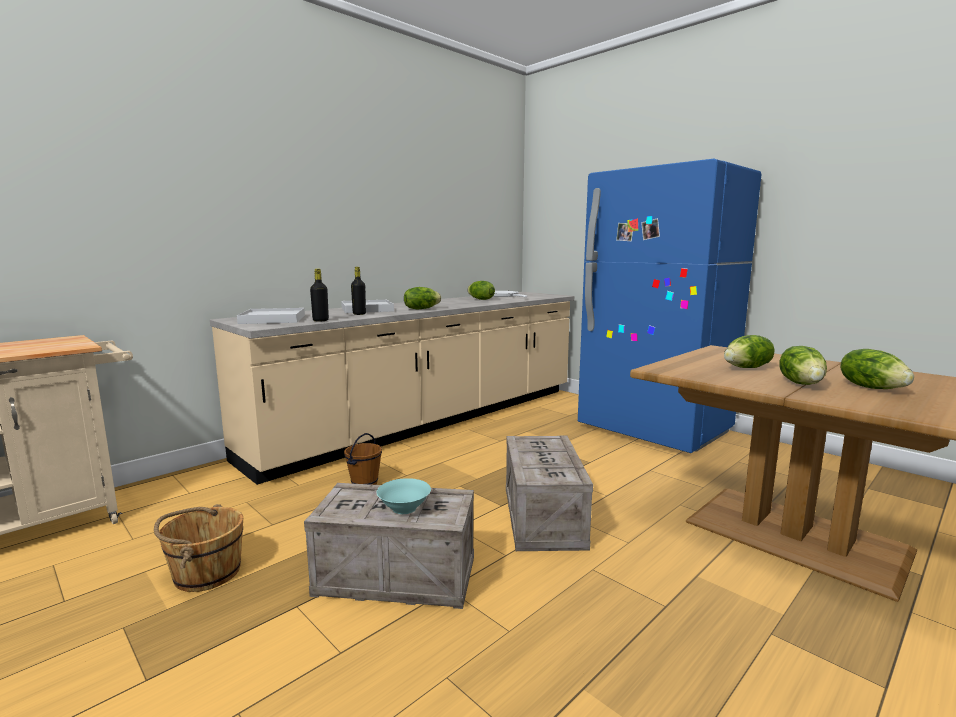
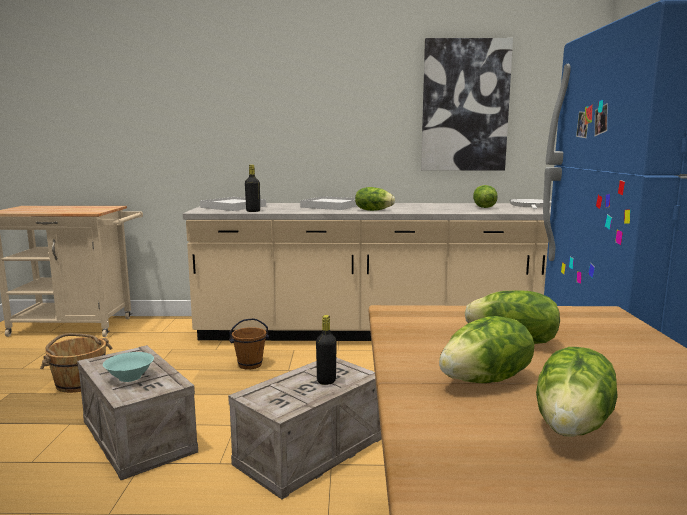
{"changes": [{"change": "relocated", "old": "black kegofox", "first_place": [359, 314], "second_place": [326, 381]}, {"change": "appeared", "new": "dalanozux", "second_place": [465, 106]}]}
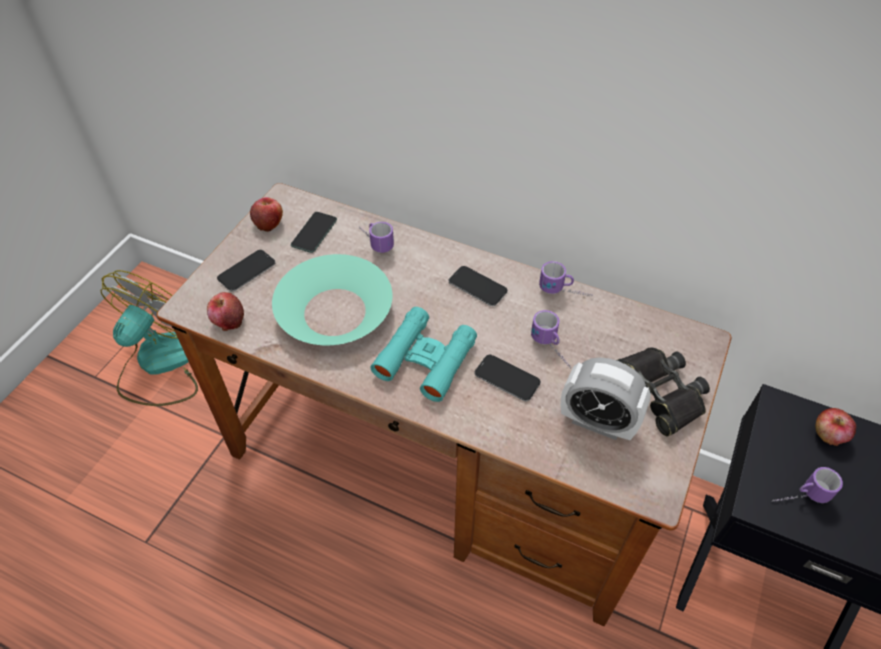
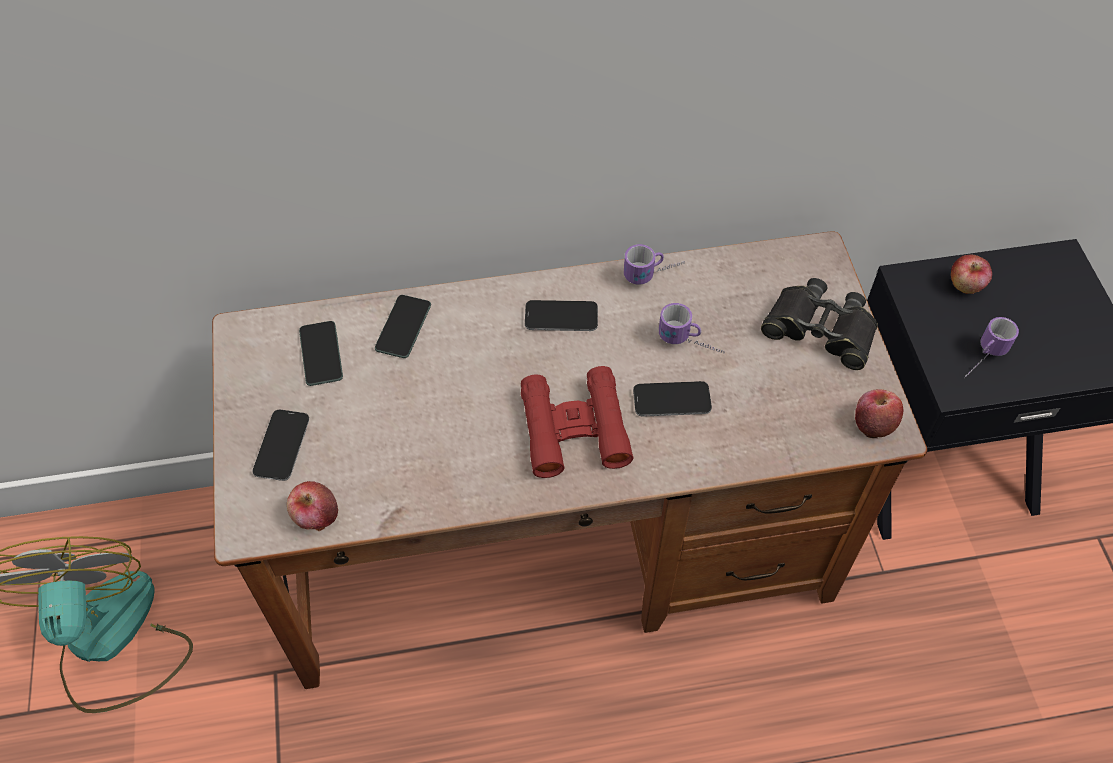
{"changes": [{"change": "exchanged", "old": "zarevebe", "new": "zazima", "first_place": [374, 242], "second_place": [403, 327]}, {"change": "colour", "old": "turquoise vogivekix", "new": "red vogivekix", "first_place": [425, 359], "second_place": [574, 428]}, {"change": "relocated", "old": "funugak", "first_place": [269, 223], "second_place": [873, 423]}, {"change": "missing", "old": "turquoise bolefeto", "first_place": [335, 311]}, {"change": "missing", "old": "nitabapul", "first_place": [597, 422]}]}
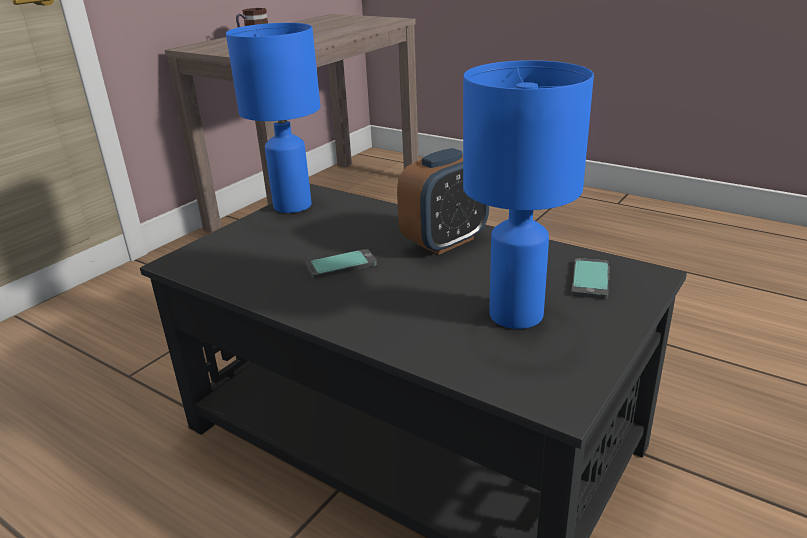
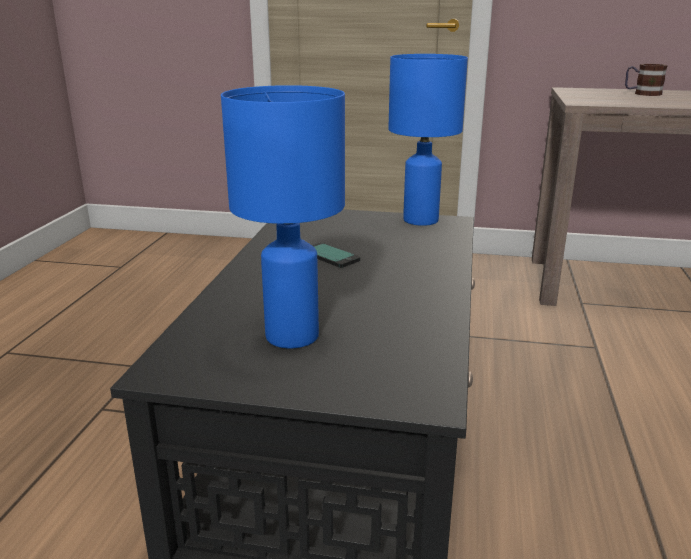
{"changes": [{"change": "missing", "old": "nitabapul", "first_place": [445, 241]}, {"change": "missing", "old": "zazima", "first_place": [590, 279]}]}
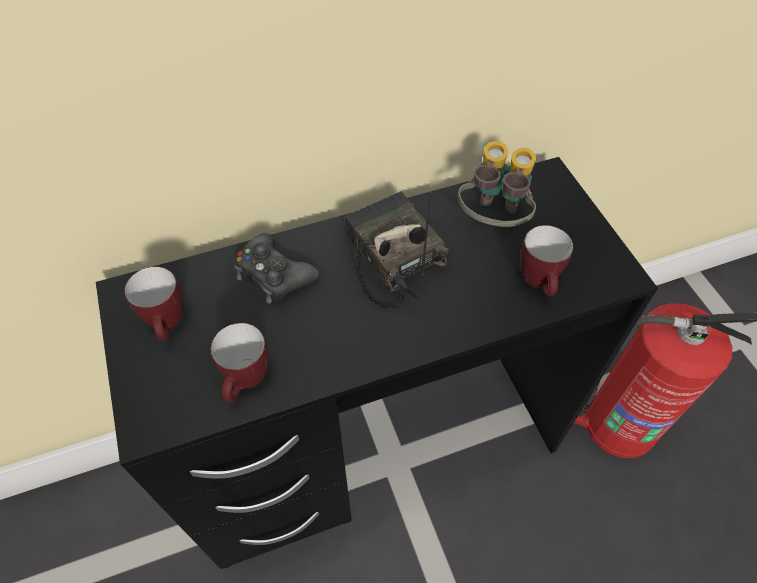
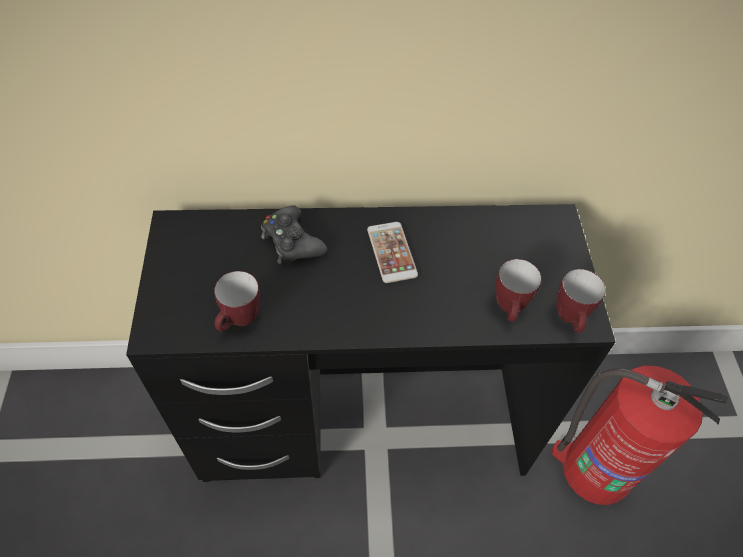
{"changes": [{"change": "exchanged", "old": "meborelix", "new": "zazima", "first_place": [390, 256], "second_place": [392, 252]}, {"change": "relocated", "old": "zarevebe", "first_place": [169, 326], "second_place": [570, 320]}, {"change": "missing", "old": "vogivekix", "first_place": [493, 220]}]}
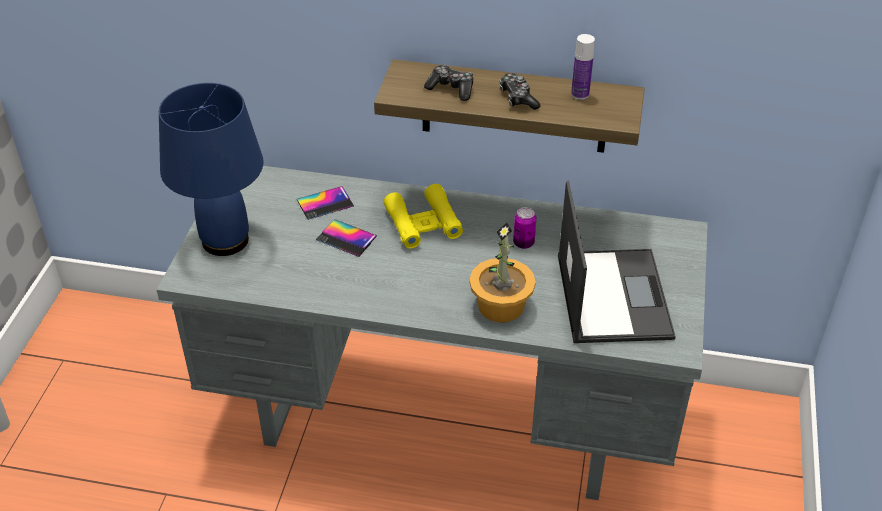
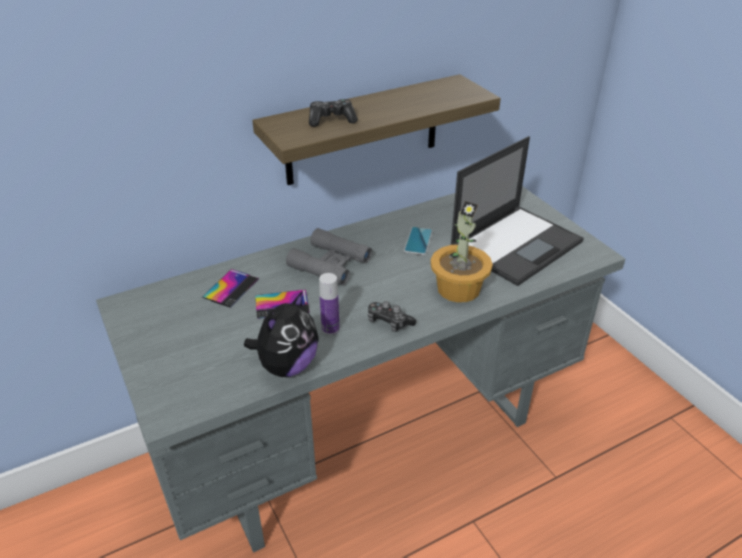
{"changes": [{"change": "appeared", "new": "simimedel", "second_place": [287, 365]}, {"change": "colour", "old": "yellow vogivekix", "new": "grey vogivekix", "first_place": [423, 223], "second_place": [330, 264]}, {"change": "relocated", "old": "kegofox", "first_place": [580, 94], "second_place": [330, 328]}, {"change": "relocated", "old": "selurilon", "first_place": [518, 98], "second_place": [389, 322]}, {"change": "exchanged", "old": "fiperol", "new": "zazima", "first_place": [523, 243], "second_place": [418, 241]}, {"change": "spun", "old": "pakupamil", "first_place": [612, 295], "second_place": [516, 243], "degrees": 90}, {"change": "missing", "old": "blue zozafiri", "first_place": [224, 241]}]}
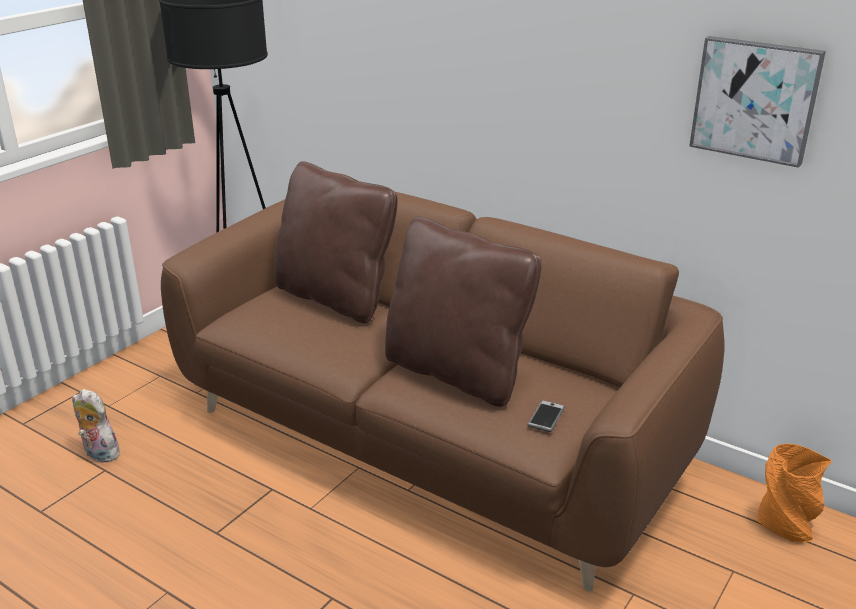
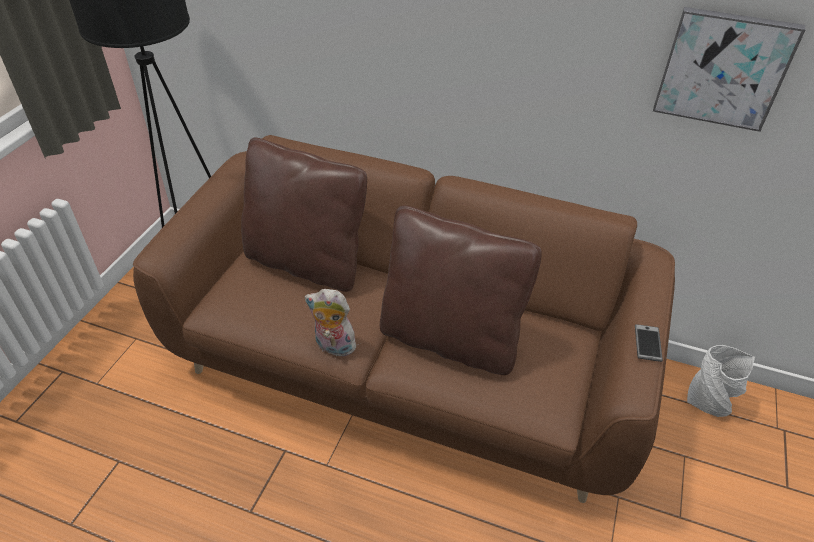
{"changes": [{"change": "relocated", "old": "simimedel", "first_place": [99, 454], "second_place": [333, 347]}, {"change": "relocated", "old": "zazima", "first_place": [546, 417], "second_place": [648, 343]}, {"change": "colour", "old": "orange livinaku", "new": "grey livinaku", "first_place": [786, 526], "second_place": [709, 402]}]}
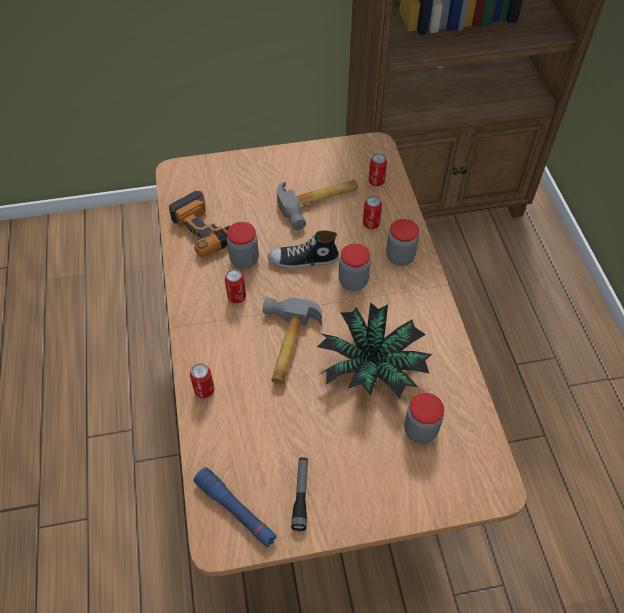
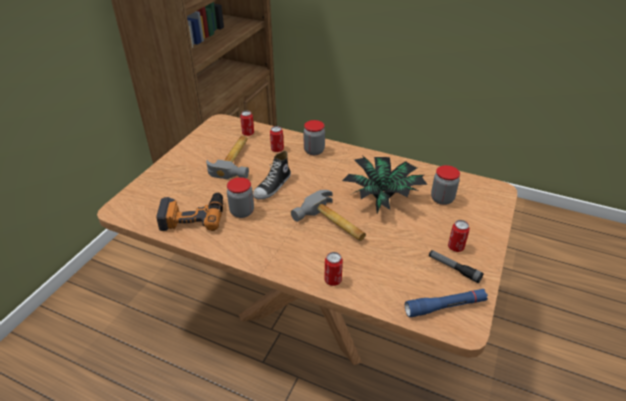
{"changes": [{"change": "relocated", "old": "fiperol", "first_place": [237, 297], "second_place": [455, 247]}, {"change": "missing", "old": "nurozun", "first_place": [353, 281]}]}
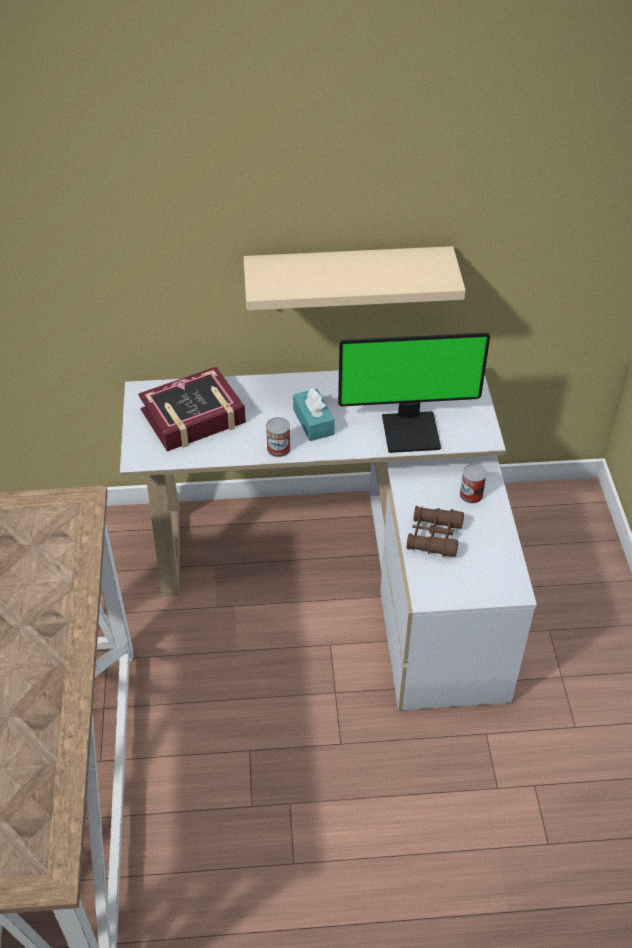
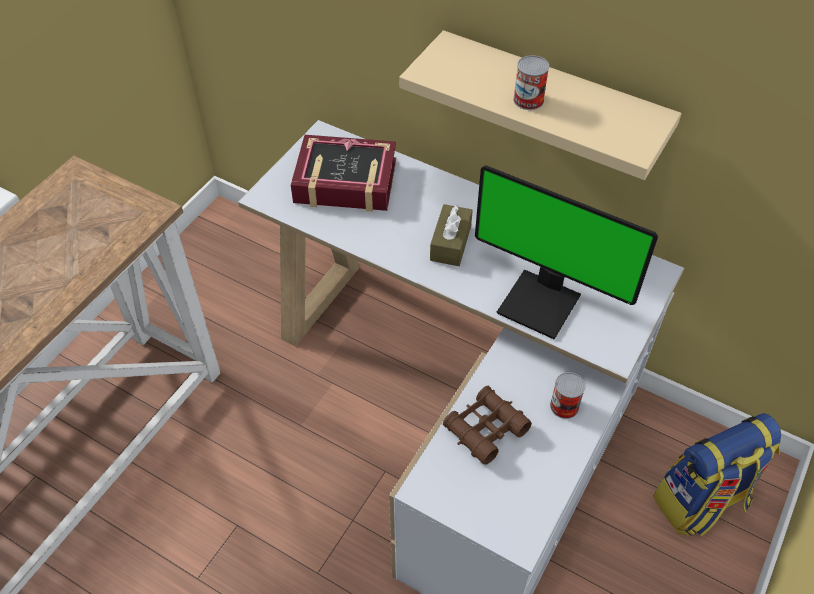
{"changes": [{"change": "colour", "old": "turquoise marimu", "new": "brown marimu", "first_place": [313, 422], "second_place": [450, 243]}, {"change": "relocated", "old": "fiperol", "first_place": [278, 448], "second_place": [528, 100]}, {"change": "appeared", "new": "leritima", "second_place": [701, 502]}]}
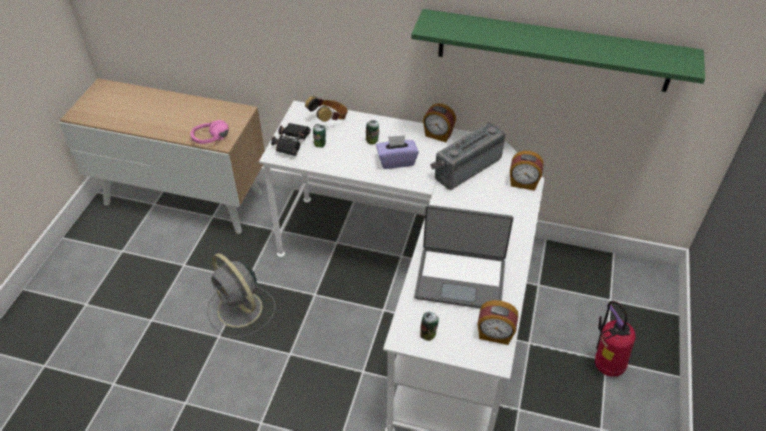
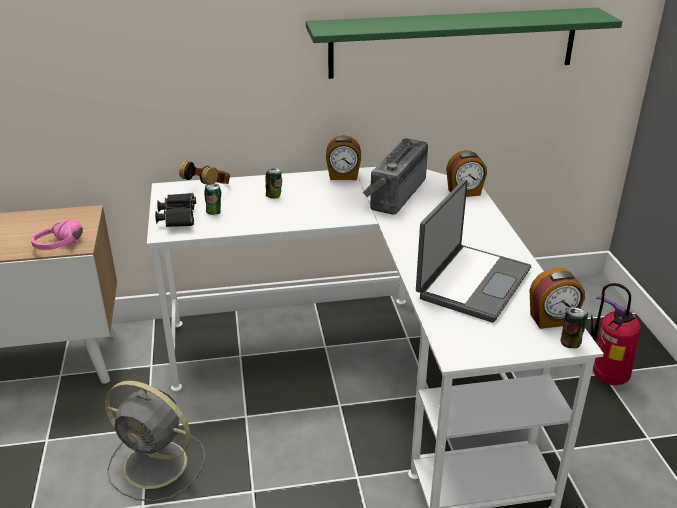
{"changes": [{"change": "spun", "old": "pakupamil", "first_place": [460, 278], "second_place": [471, 283], "degrees": -45}, {"change": "relocated", "old": "fiperol", "first_place": [428, 334], "second_place": [570, 343]}, {"change": "missing", "old": "purple marimu", "first_place": [396, 161]}]}
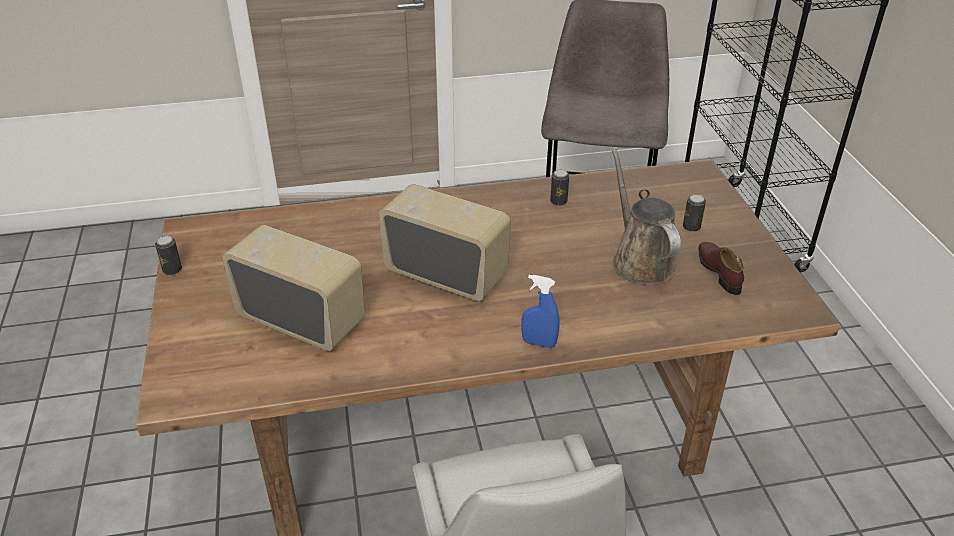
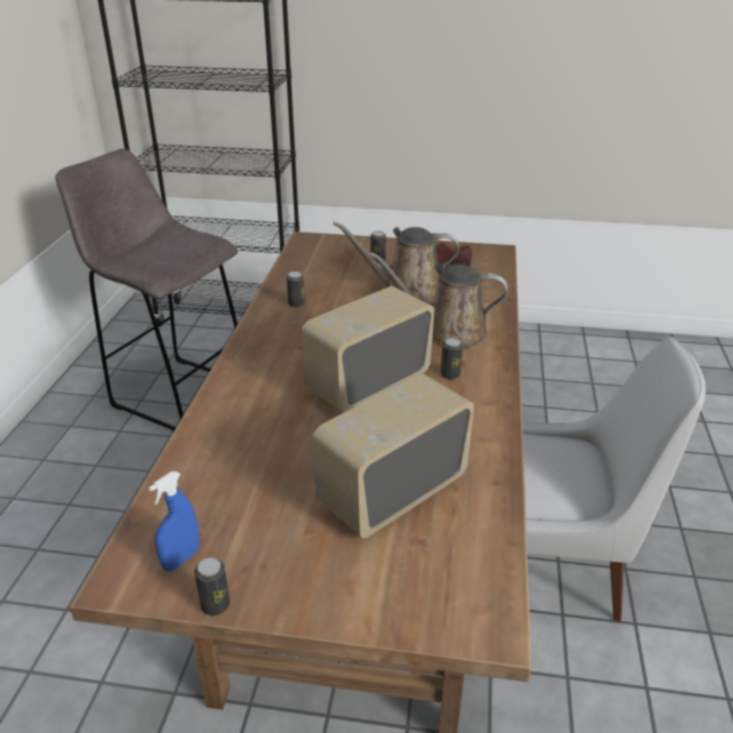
{"changes": [{"change": "relocated", "old": "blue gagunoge", "first_place": [539, 343], "second_place": [181, 559]}, {"change": "appeared", "new": "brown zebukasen", "second_place": [448, 331]}, {"change": "appeared", "new": "fiperol", "second_place": [450, 374]}]}
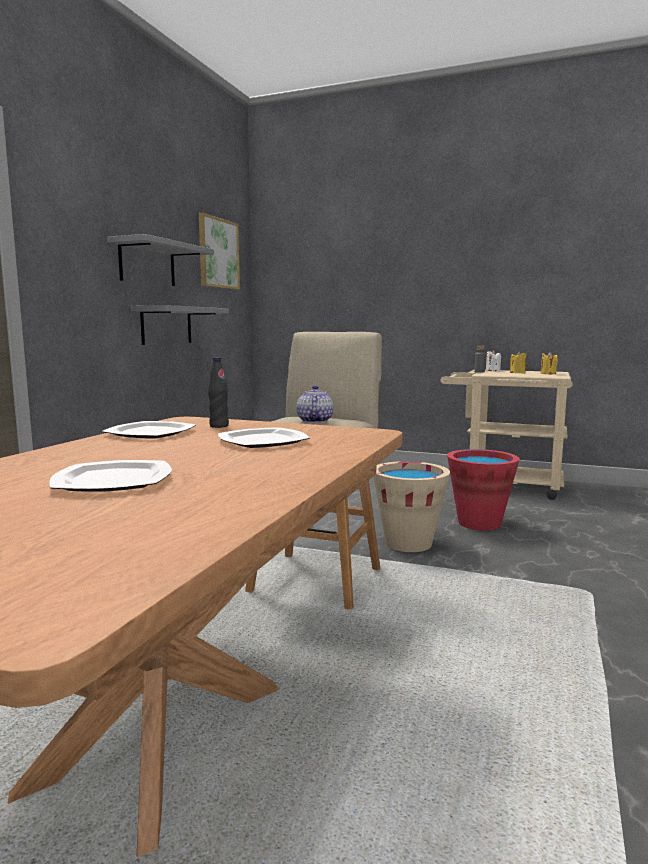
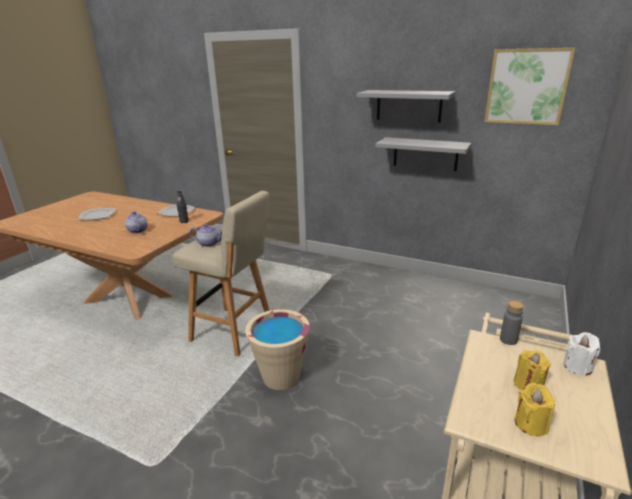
{"changes": [{"change": "exchanged", "old": "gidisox", "new": "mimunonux", "first_place": [264, 441], "second_place": [137, 230]}, {"change": "missing", "old": "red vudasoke", "first_place": [479, 523]}]}
